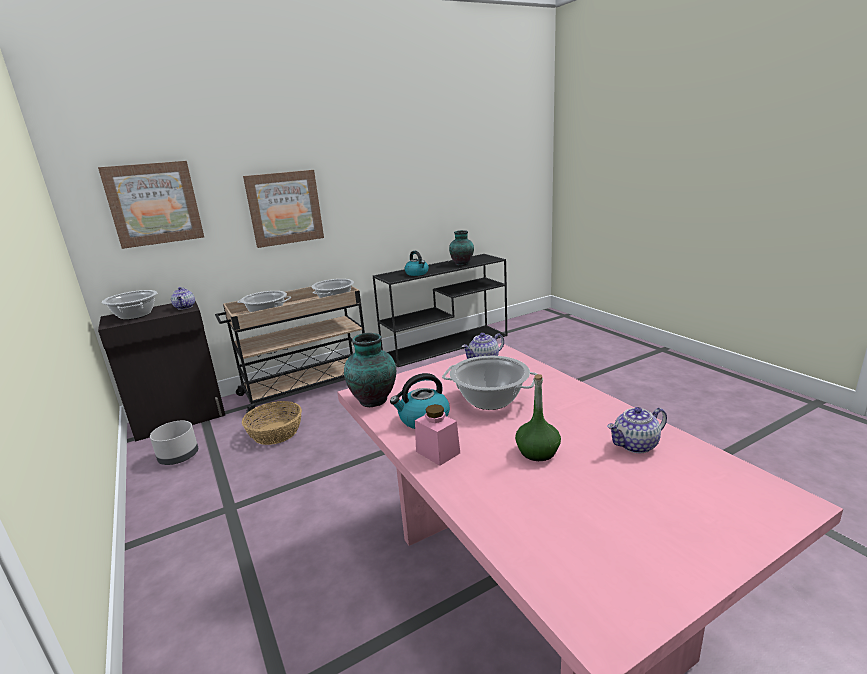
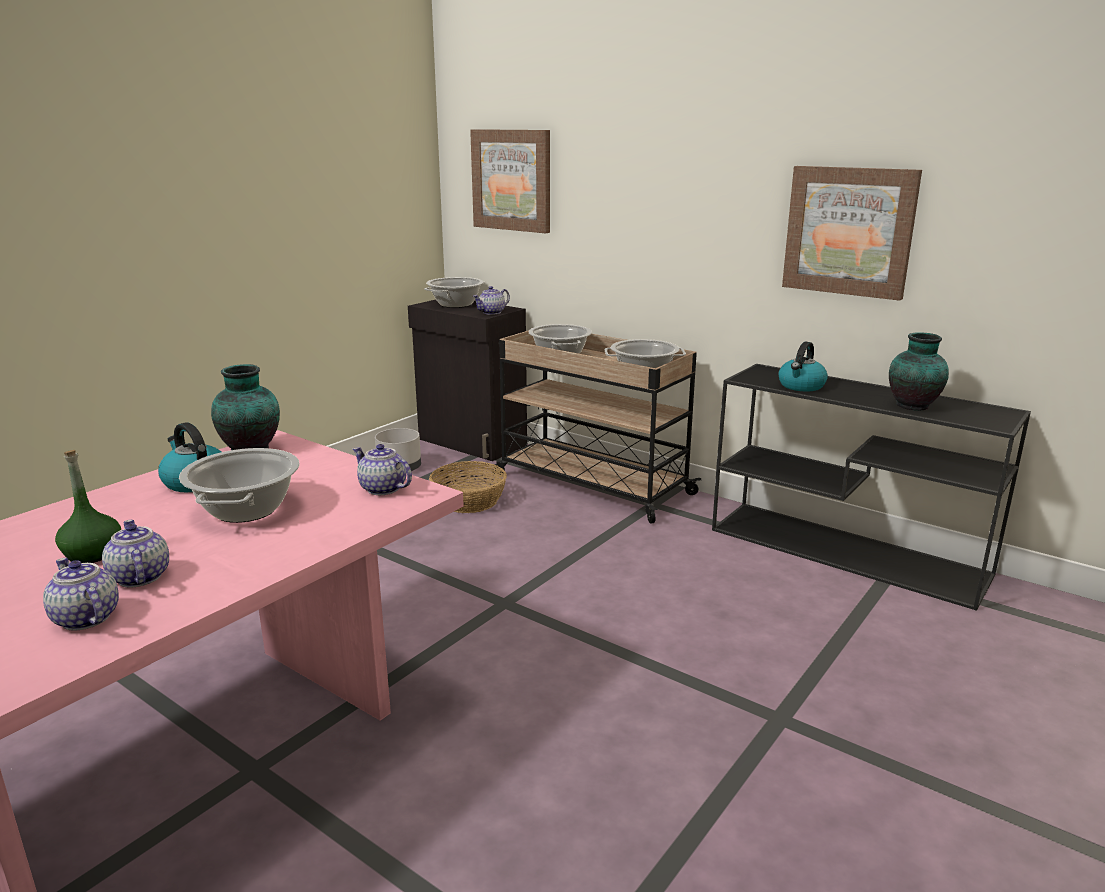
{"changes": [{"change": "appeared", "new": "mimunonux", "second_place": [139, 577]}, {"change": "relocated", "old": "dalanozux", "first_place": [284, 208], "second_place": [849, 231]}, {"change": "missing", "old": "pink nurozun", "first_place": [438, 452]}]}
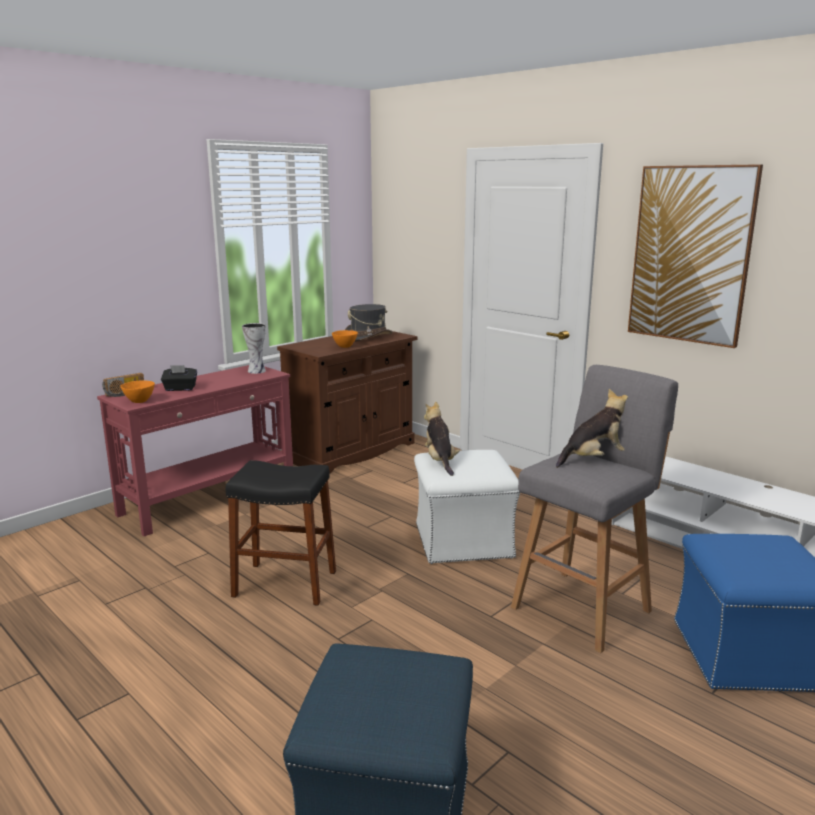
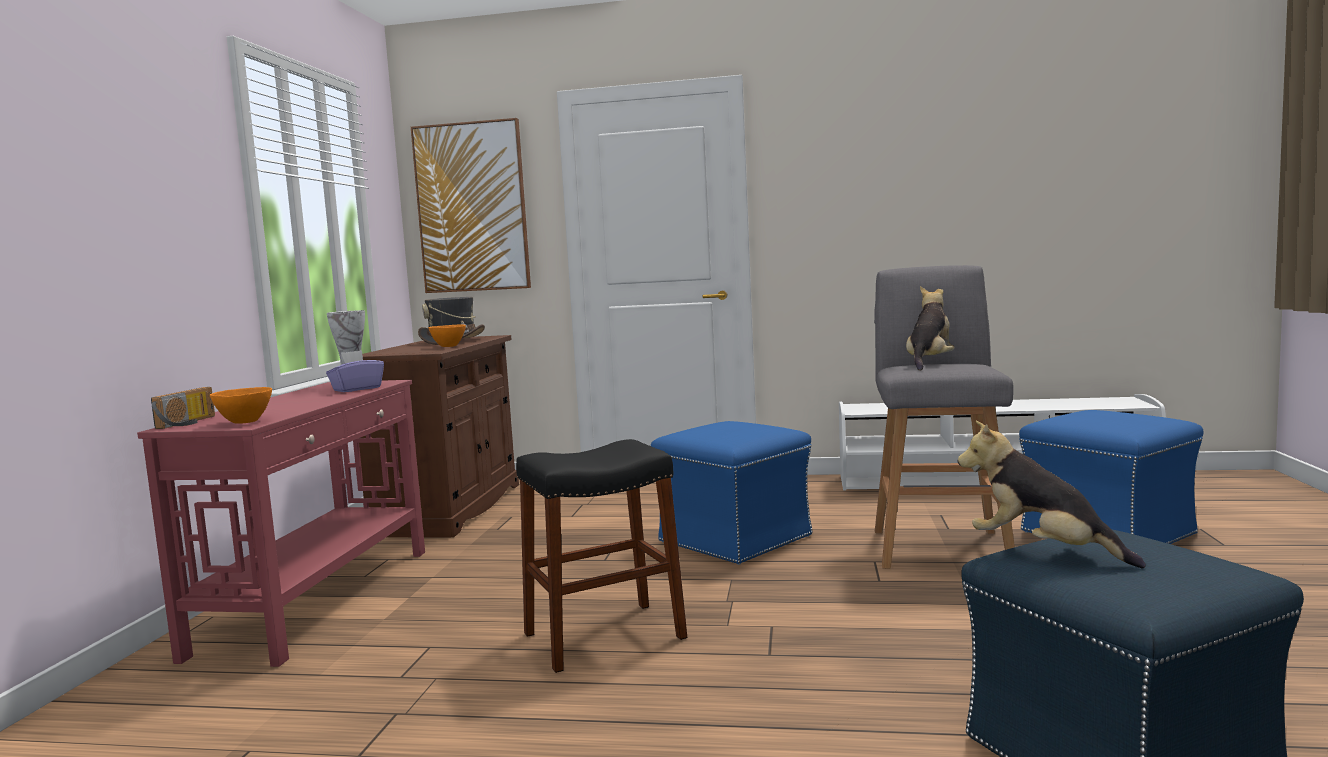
{"changes": [{"change": "appeared", "new": "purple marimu", "second_place": [357, 389]}, {"change": "relocated", "old": "dalanozux", "first_place": [691, 255], "second_place": [472, 207]}, {"change": "colour", "old": "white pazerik", "new": "blue pazerik", "first_place": [462, 541], "second_place": [734, 539]}, {"change": "relocated", "old": "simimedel", "first_place": [440, 461], "second_place": [1042, 551]}, {"change": "missing", "old": "black marimu", "first_place": [180, 389]}]}
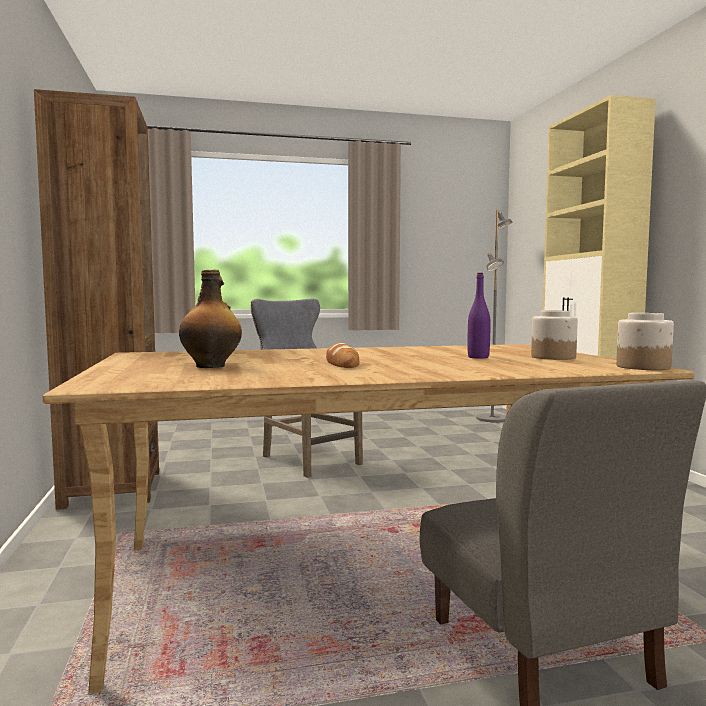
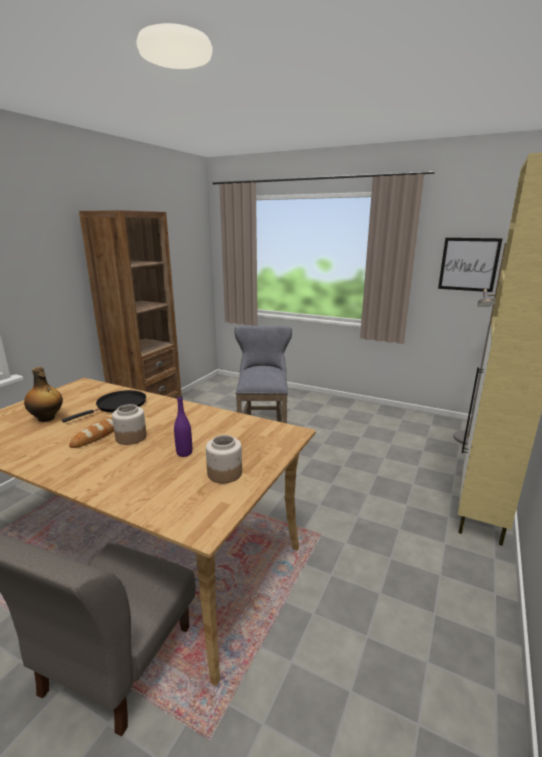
{"changes": [{"change": "appeared", "new": "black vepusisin", "second_place": [118, 406]}, {"change": "relocated", "old": "nurozun", "first_place": [642, 367], "second_place": [130, 437]}, {"change": "appeared", "new": "dalanozux", "second_place": [468, 264]}]}
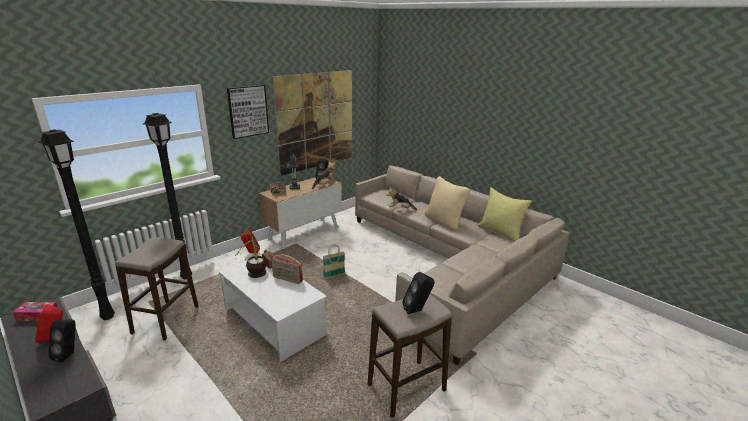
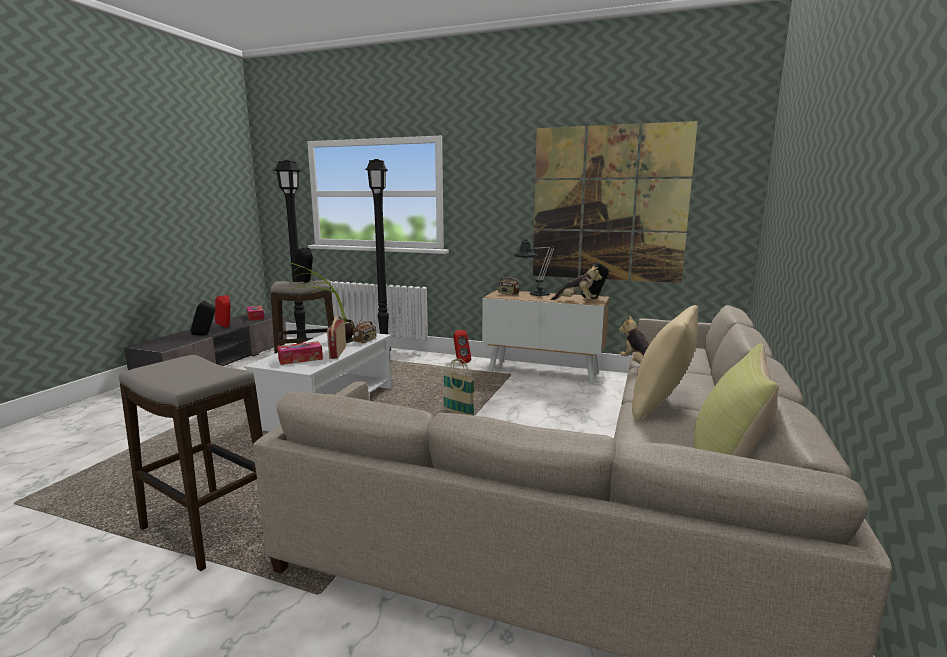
{"changes": [{"change": "appeared", "new": "marimu", "second_place": [300, 359]}, {"change": "relocated", "old": "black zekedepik", "first_place": [417, 310], "second_place": [306, 282]}, {"change": "missing", "old": "dalanozux", "first_place": [248, 111]}]}
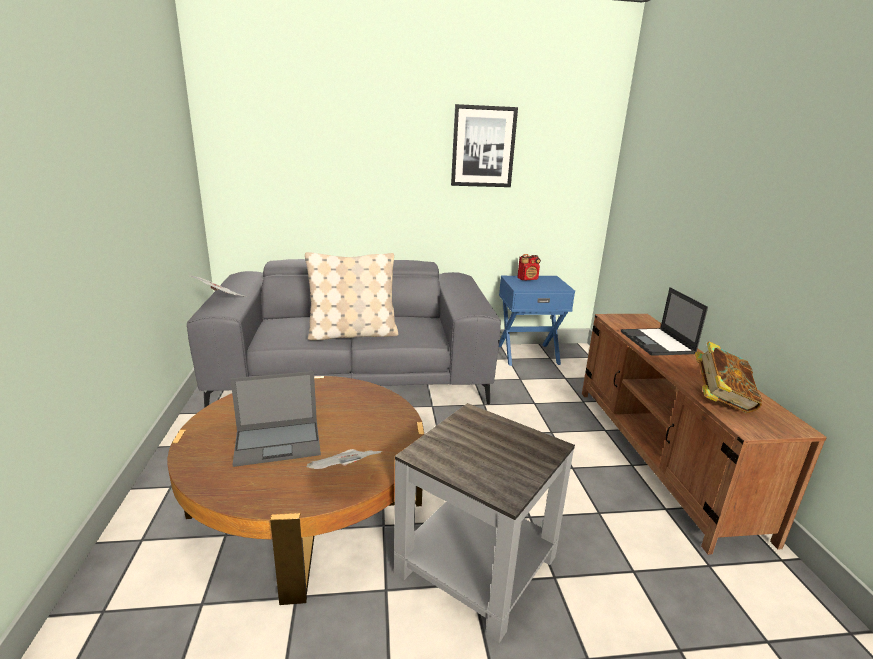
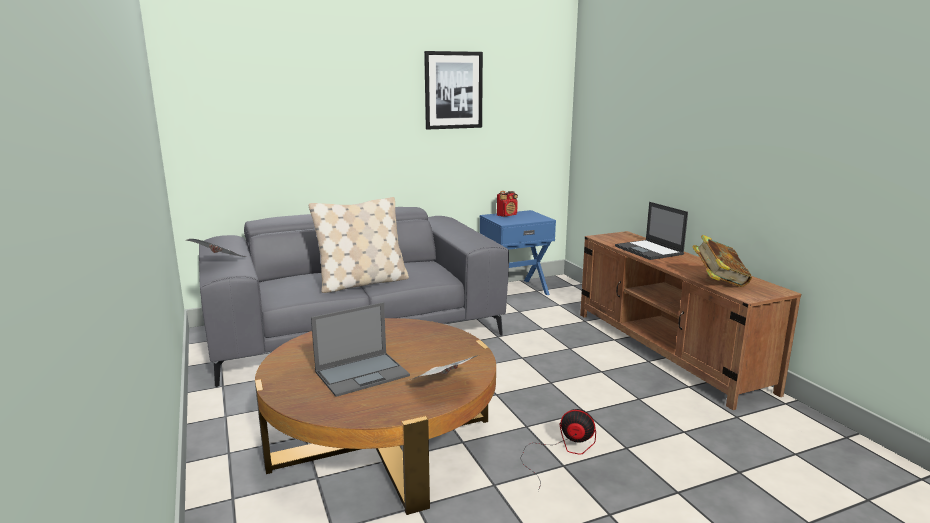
{"changes": [{"change": "exchanged", "old": "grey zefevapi", "new": "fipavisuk", "first_place": [479, 564], "second_place": [561, 451]}]}
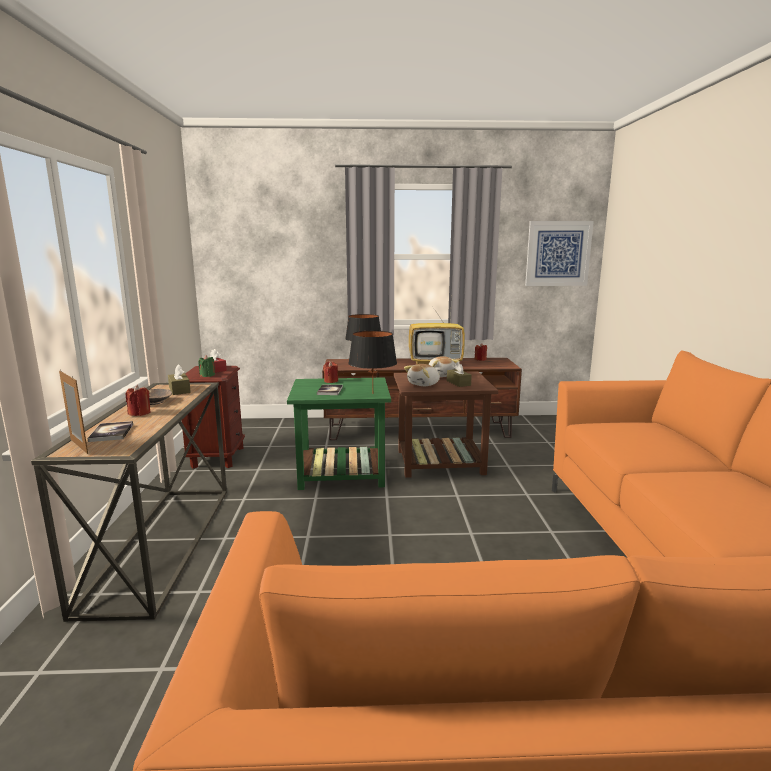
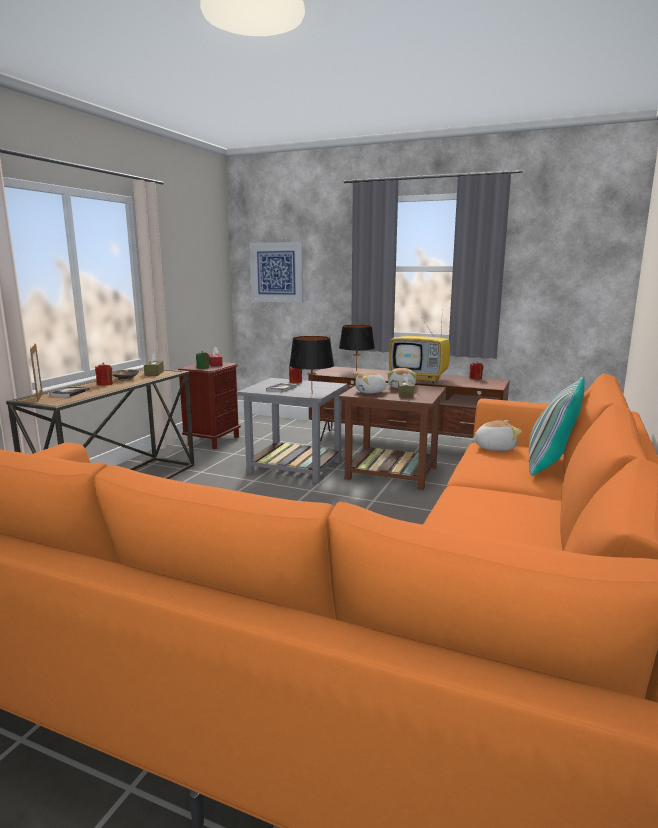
{"changes": [{"change": "colour", "old": "green zefevapi", "new": "grey zefevapi", "first_place": [343, 473], "second_place": [296, 467]}, {"change": "relocated", "old": "dalanozux", "first_place": [558, 253], "second_place": [277, 272]}, {"change": "appeared", "new": "simimedel", "second_place": [494, 447]}, {"change": "appeared", "new": "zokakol", "second_place": [550, 465]}]}
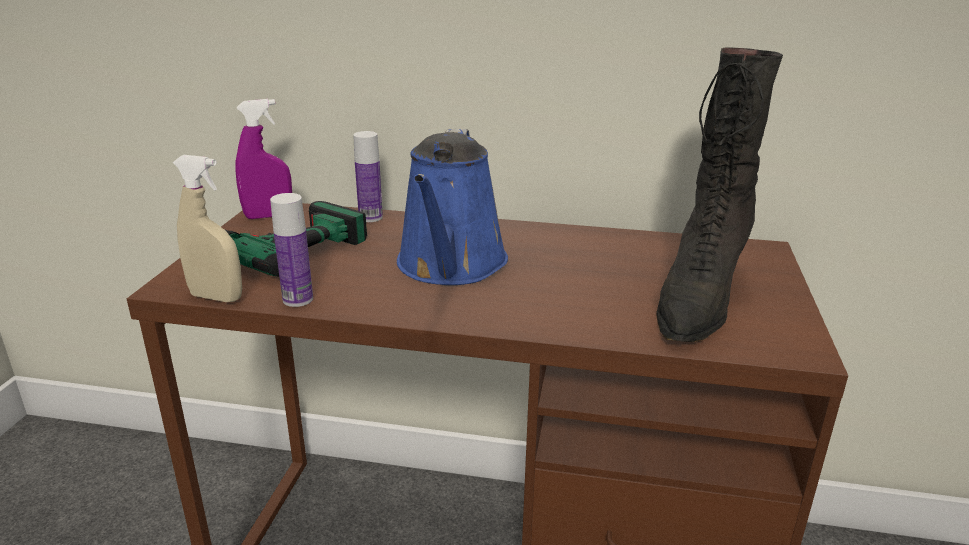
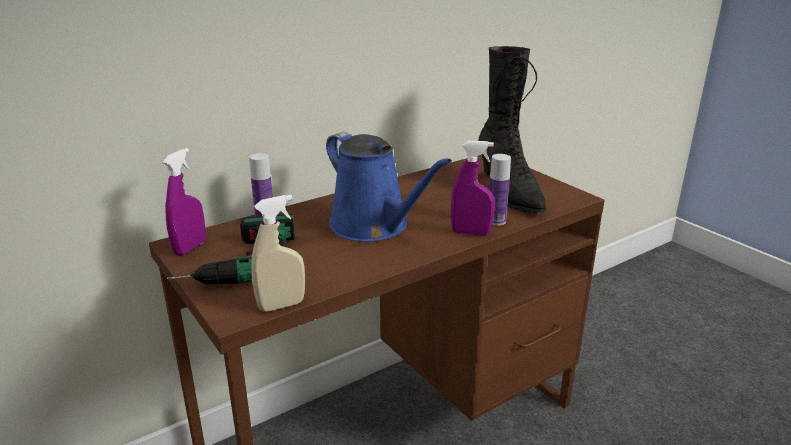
{"changes": [{"change": "appeared", "new": "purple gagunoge", "second_place": [471, 233]}, {"change": "relocated", "old": "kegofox", "first_place": [298, 299], "second_place": [496, 221]}]}
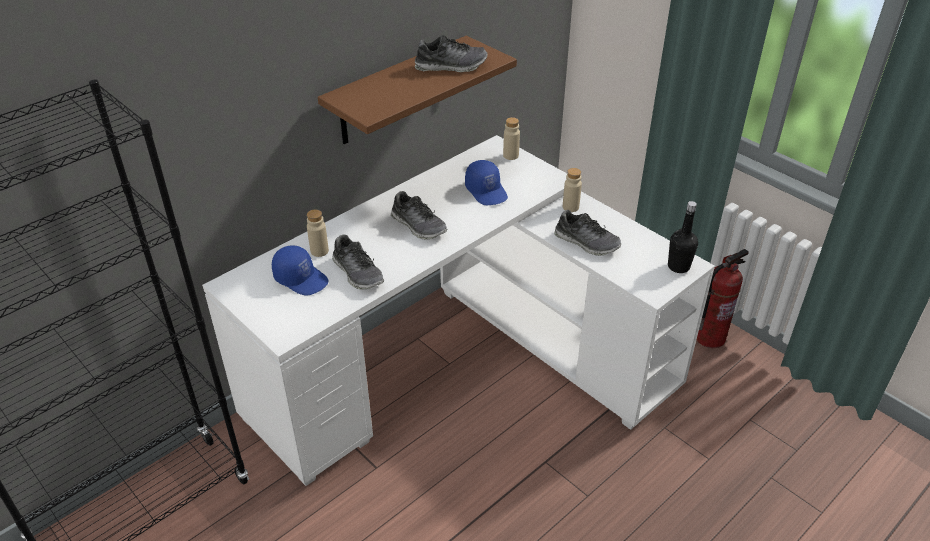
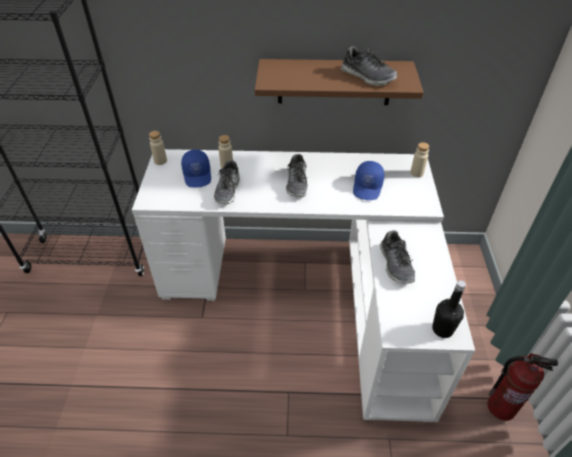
{"changes": [{"change": "relocated", "old": "beige kegofox", "first_place": [570, 207], "second_place": [160, 161]}]}
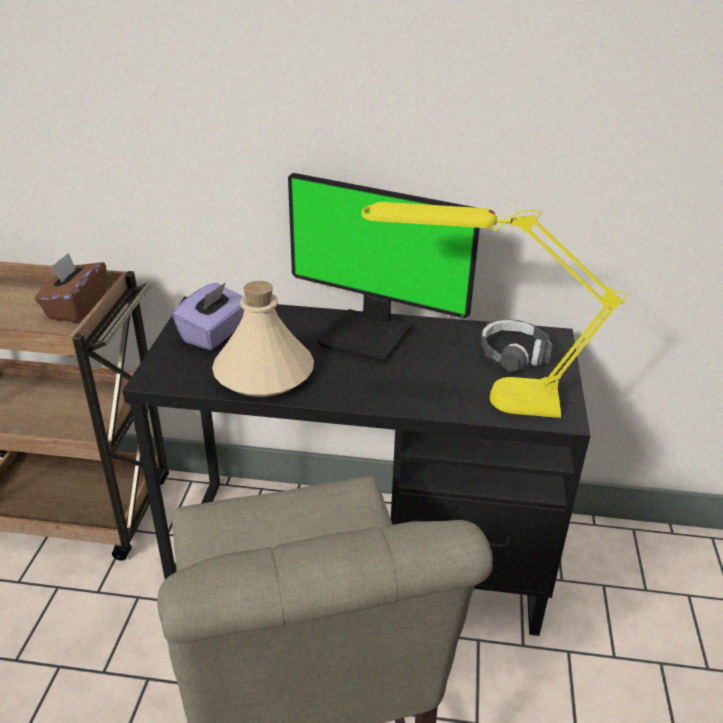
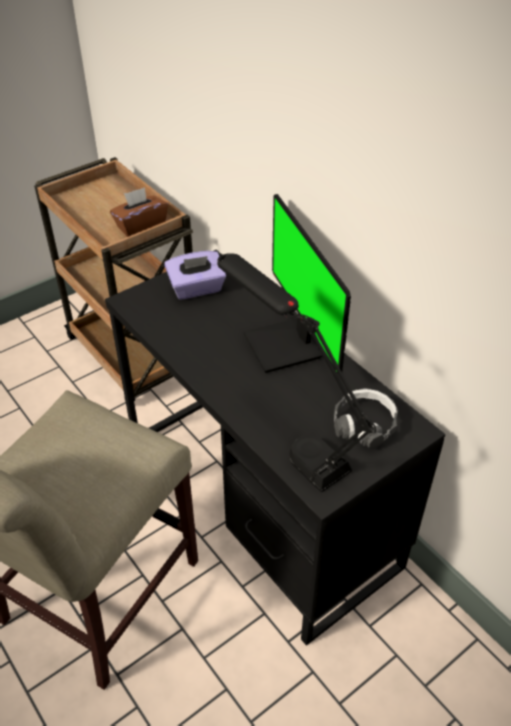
{"changes": [{"change": "colour", "old": "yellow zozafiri", "new": "black zozafiri", "first_place": [477, 396], "second_place": [289, 438]}, {"change": "missing", "old": "beige kegofox", "first_place": [264, 373]}]}
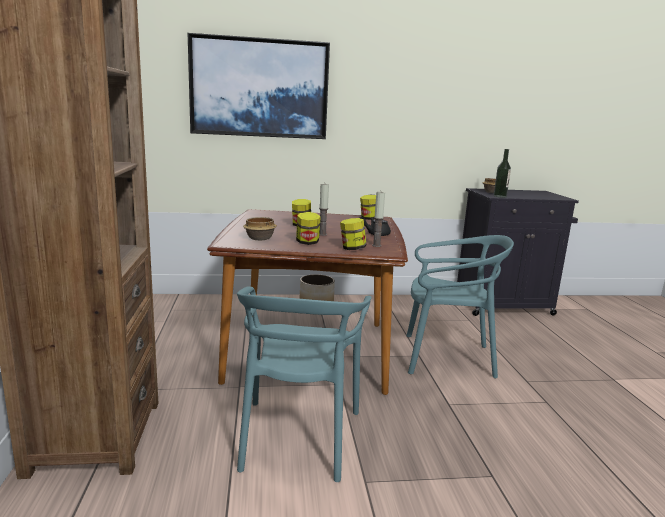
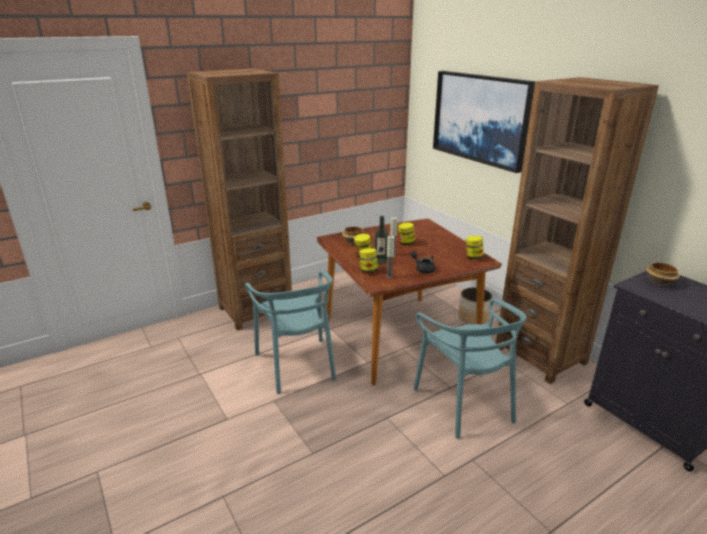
{"changes": [{"change": "spun", "old": "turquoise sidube", "first_place": [298, 437], "second_place": [297, 365], "degrees": -90}, {"change": "relocated", "old": "kegofox", "first_place": [500, 196], "second_place": [380, 261]}, {"change": "appeared", "new": "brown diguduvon", "second_place": [540, 355]}]}
